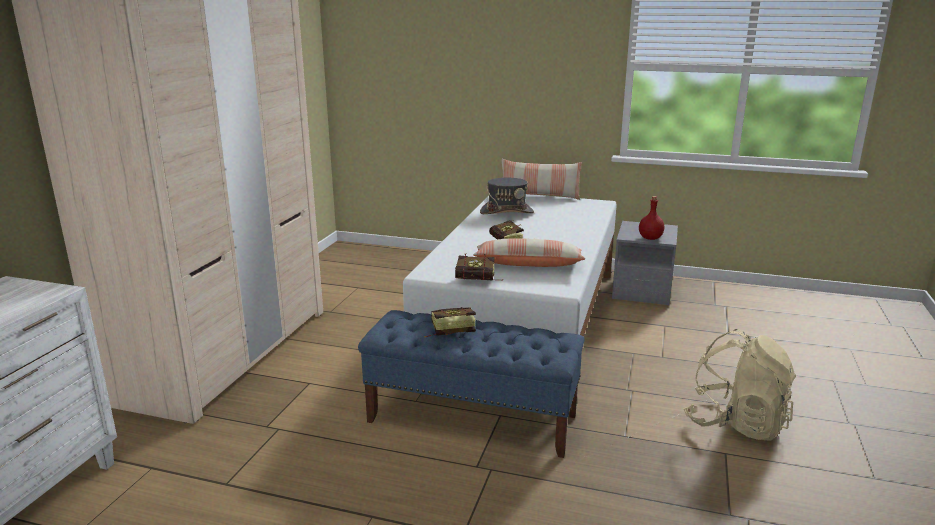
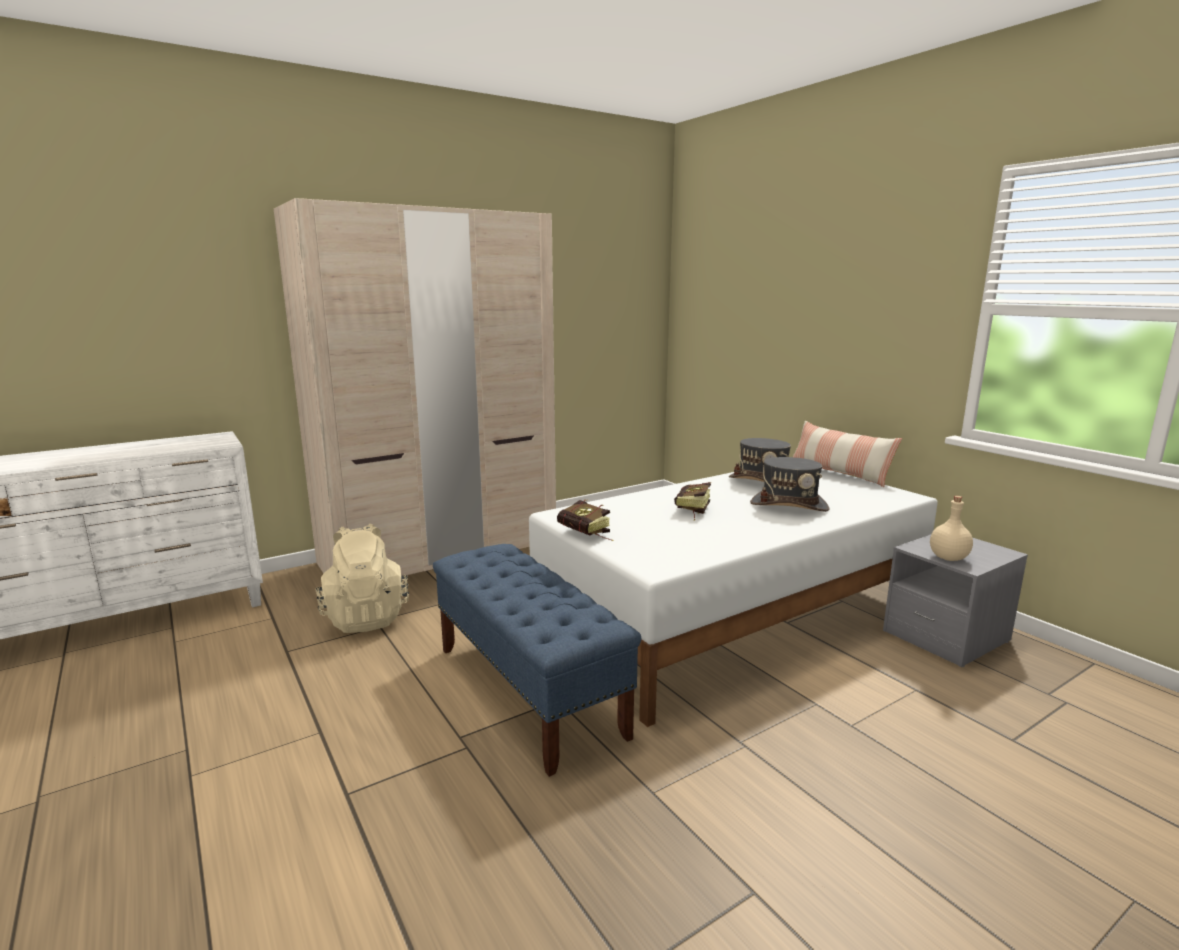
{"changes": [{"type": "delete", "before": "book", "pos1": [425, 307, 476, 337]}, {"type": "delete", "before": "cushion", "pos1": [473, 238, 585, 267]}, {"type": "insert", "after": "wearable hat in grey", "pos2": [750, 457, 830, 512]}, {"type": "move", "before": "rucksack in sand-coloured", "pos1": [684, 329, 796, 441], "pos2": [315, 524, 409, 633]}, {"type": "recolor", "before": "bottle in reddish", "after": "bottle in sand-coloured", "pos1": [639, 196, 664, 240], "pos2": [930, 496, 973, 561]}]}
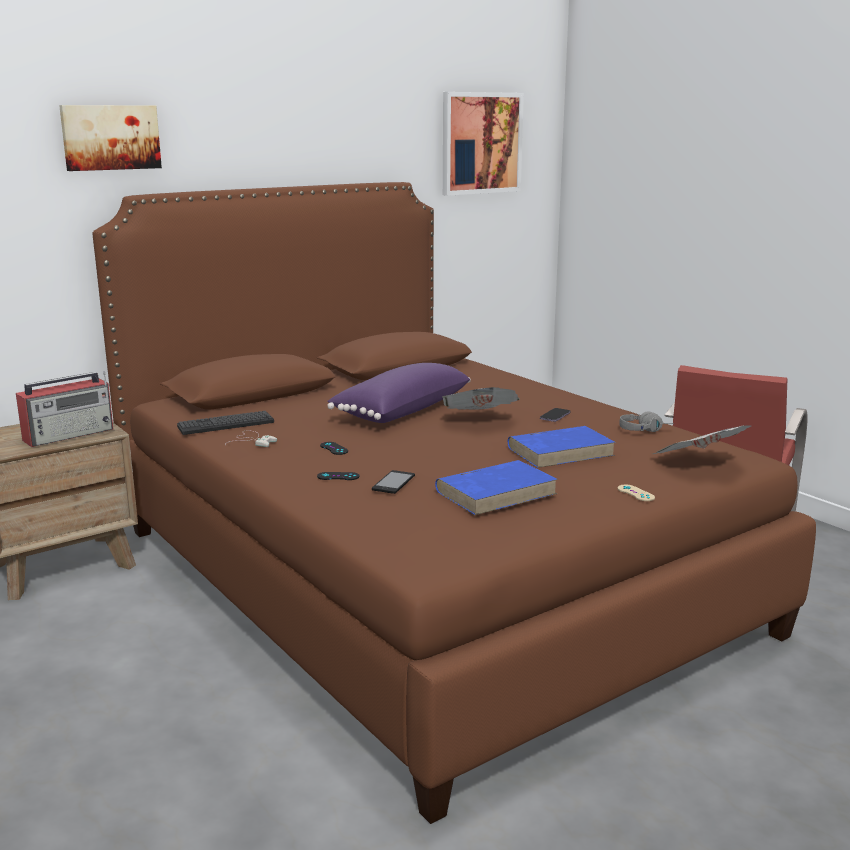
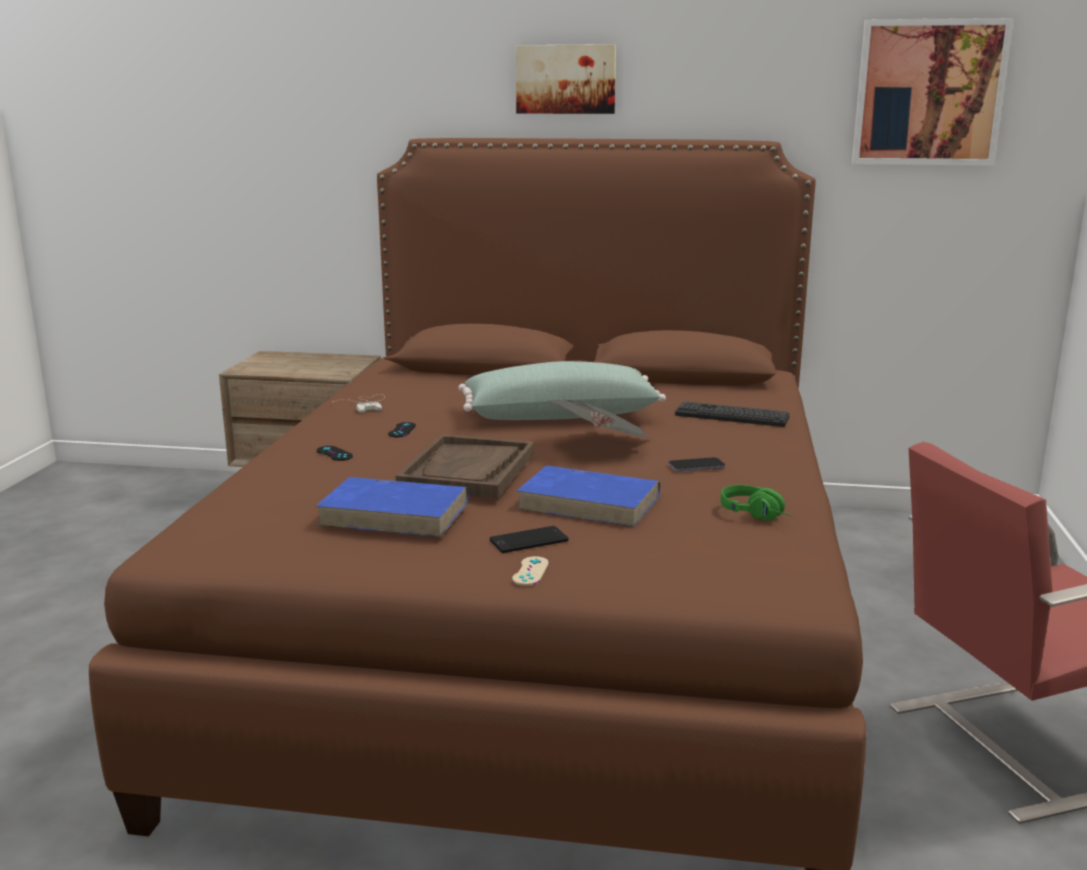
{"changes": [{"type": "delete", "before": "radio receiver", "pos1": [16, 371, 113, 447]}, {"type": "delete", "before": "newspaper", "pos1": [653, 425, 751, 454]}, {"type": "insert", "after": "serving tray in brownish", "pos2": [396, 434, 534, 498]}, {"type": "move", "before": "wall picture", "pos1": [59, 105, 162, 171], "pos2": [516, 44, 616, 114]}, {"type": "move", "before": "keyboard", "pos1": [177, 411, 274, 435], "pos2": [675, 401, 790, 427]}, {"type": "move", "before": "phone", "pos1": [372, 470, 415, 494], "pos2": [490, 526, 569, 553]}, {"type": "recolor", "before": "cushion in purplish", "after": "cushion in greenish", "pos1": [327, 363, 471, 423], "pos2": [458, 361, 666, 420]}, {"type": "recolor", "before": "headset in grey", "after": "headset in greenish", "pos1": [619, 412, 674, 432], "pos2": [721, 485, 792, 521]}]}
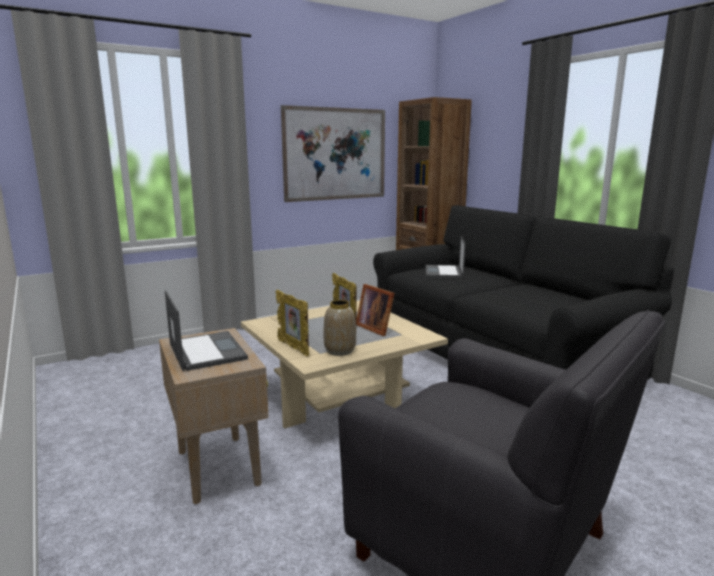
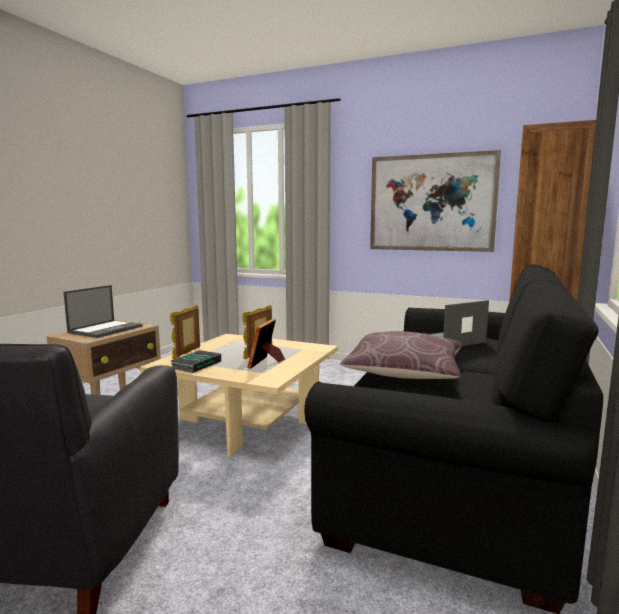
{"changes": [{"type": "insert", "after": "cushion in brownish", "pos2": [340, 331, 462, 379]}, {"type": "replace", "before": "vase", "after": "book", "pos1": [323, 300, 356, 356], "pos2": [171, 350, 221, 373]}]}
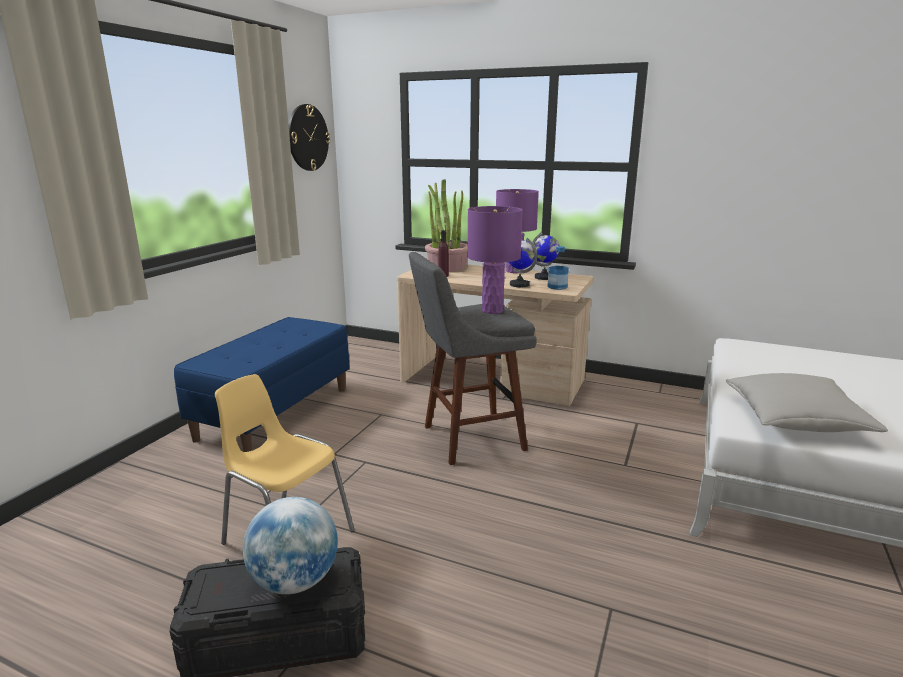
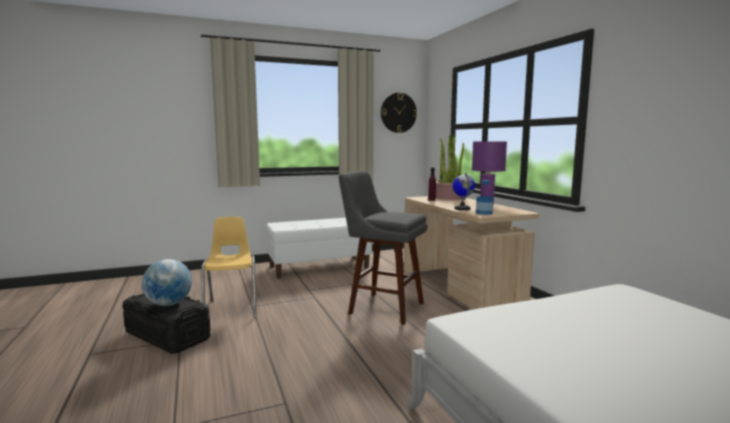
{"changes": [{"type": "delete", "before": "lamp for a table in purplish", "pos1": [467, 206, 523, 314]}, {"type": "delete", "before": "world globe", "pos1": [533, 232, 559, 280]}, {"type": "delete", "before": "cushion in grey", "pos1": [726, 373, 888, 432]}, {"type": "recolor", "before": "bench in blue", "after": "bench in white-coloured", "pos1": [174, 317, 350, 452], "pos2": [266, 217, 372, 279]}]}
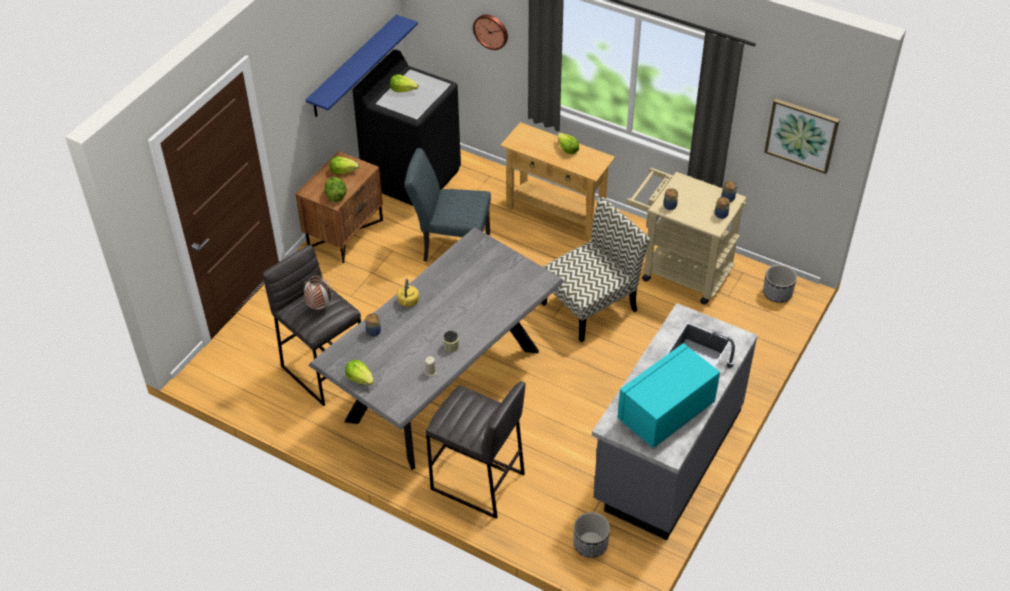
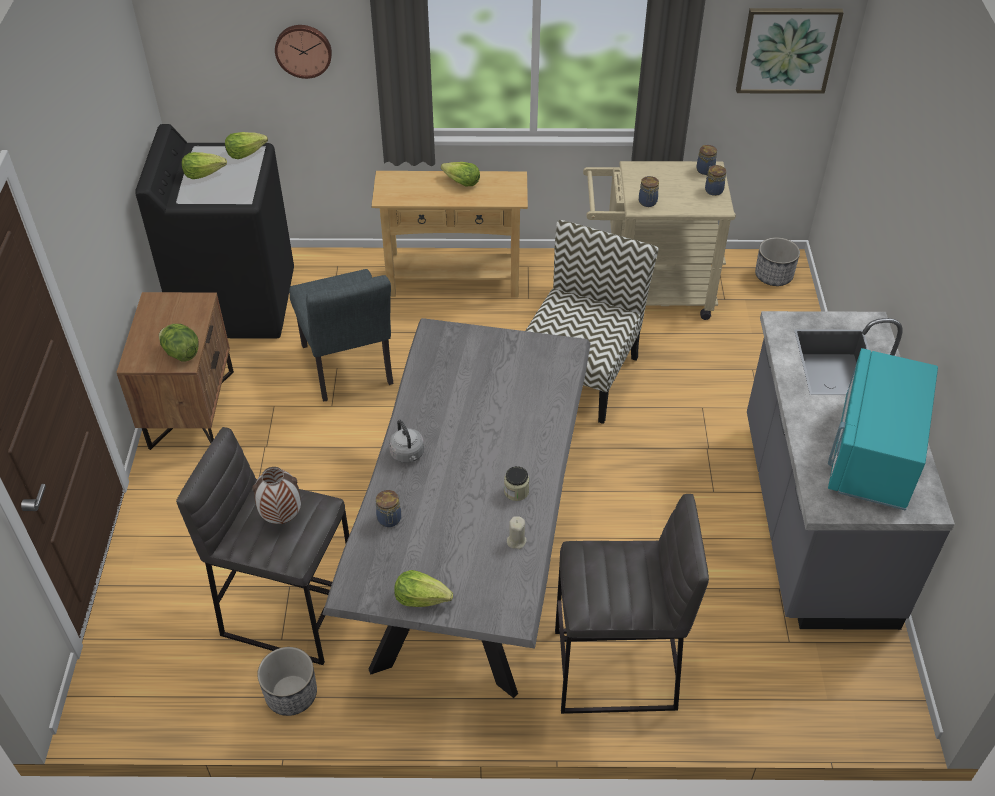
{"changes": [{"type": "delete", "before": "shelf in blue", "pos1": [306, 15, 418, 117]}, {"type": "move", "before": "head of lettuce", "pos1": [330, 156, 359, 174], "pos2": [225, 132, 268, 159]}, {"type": "move", "before": "flower pot", "pos1": [574, 512, 610, 558], "pos2": [257, 647, 317, 716]}, {"type": "recolor", "before": "water kettle in yellowish", "after": "water kettle in grey", "pos1": [397, 279, 419, 307], "pos2": [389, 420, 424, 463]}, {"type": "rotate", "before": "chair in grey", "pos1": [404, 148, 491, 261], "pos2": [289, 269, 393, 401], "turn": -90}]}
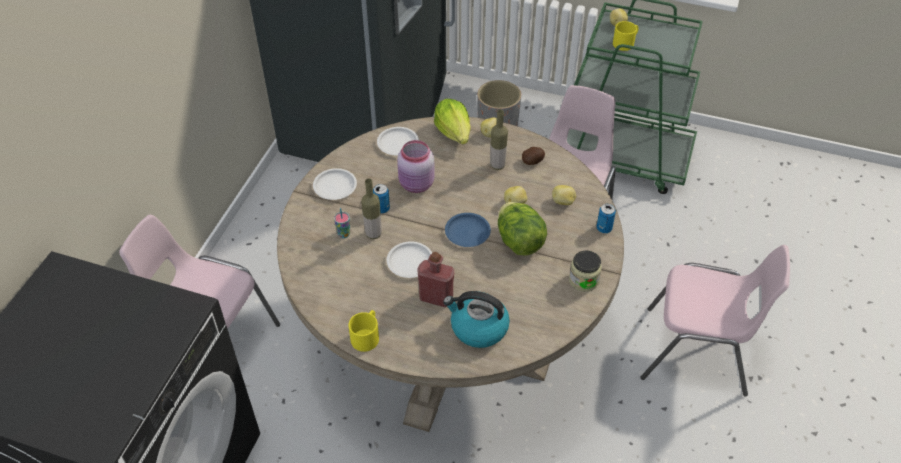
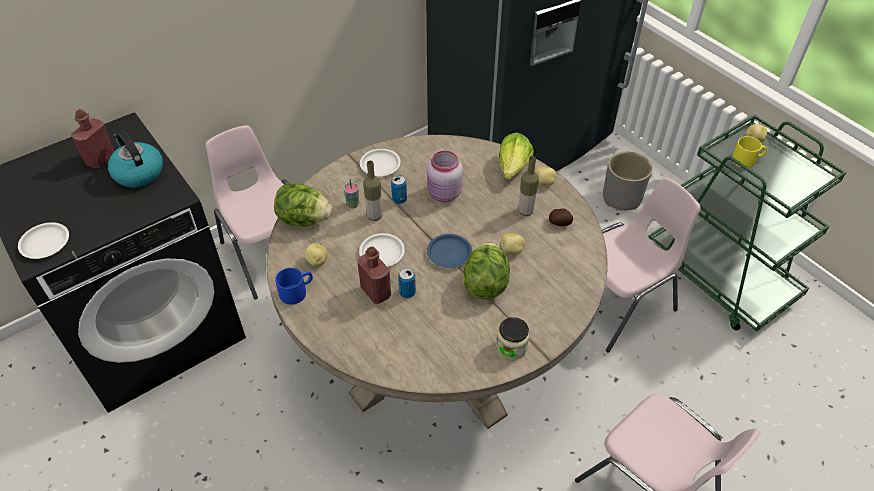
{"changes": [{"type": "insert", "after": "bottle in reddish", "pos2": [71, 109, 114, 168]}, {"type": "insert", "after": "head of lettuce", "pos2": [274, 183, 332, 227]}, {"type": "move", "before": "flat dish in white-coloured", "pos1": [377, 127, 419, 156], "pos2": [18, 222, 69, 259]}, {"type": "move", "before": "water kettle", "pos1": [443, 291, 510, 348], "pos2": [108, 131, 163, 187]}, {"type": "move", "before": "spud", "pos1": [552, 185, 576, 205], "pos2": [304, 243, 328, 266]}, {"type": "move", "before": "metal can", "pos1": [596, 204, 616, 233], "pos2": [398, 268, 416, 298]}, {"type": "recolor", "before": "coffee mug in yellowish", "after": "coffee mug in blue", "pos1": [348, 310, 379, 352], "pos2": [275, 268, 313, 305]}]}
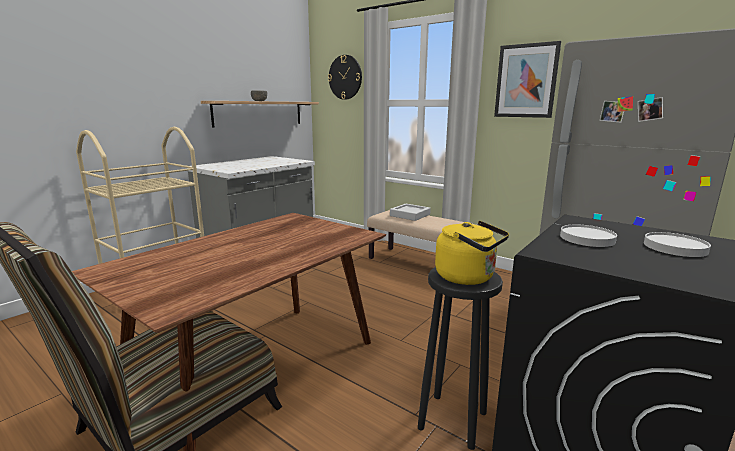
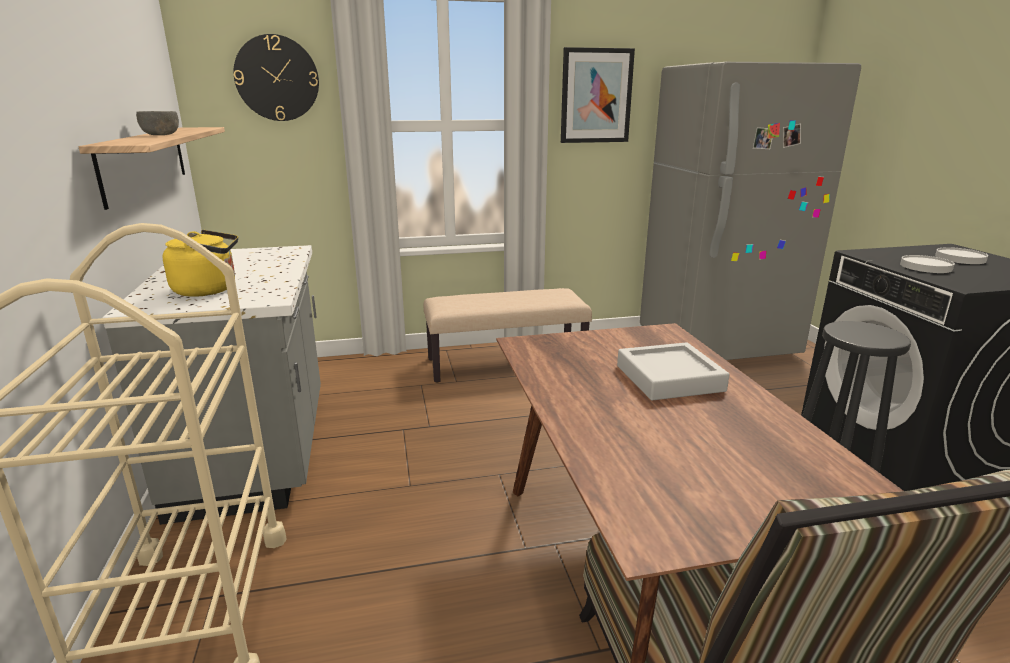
{"changes": [{"type": "move", "before": "serving tray in grey", "pos1": [390, 204, 431, 221], "pos2": [617, 342, 730, 400]}, {"type": "move", "before": "water kettle in yellowish", "pos1": [435, 220, 509, 285], "pos2": [163, 230, 238, 297]}]}
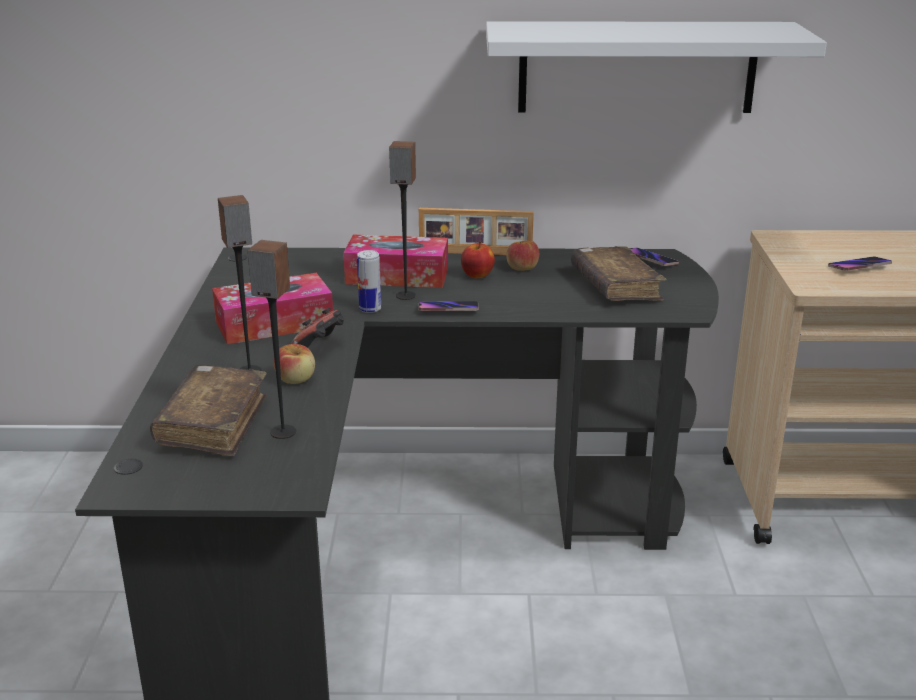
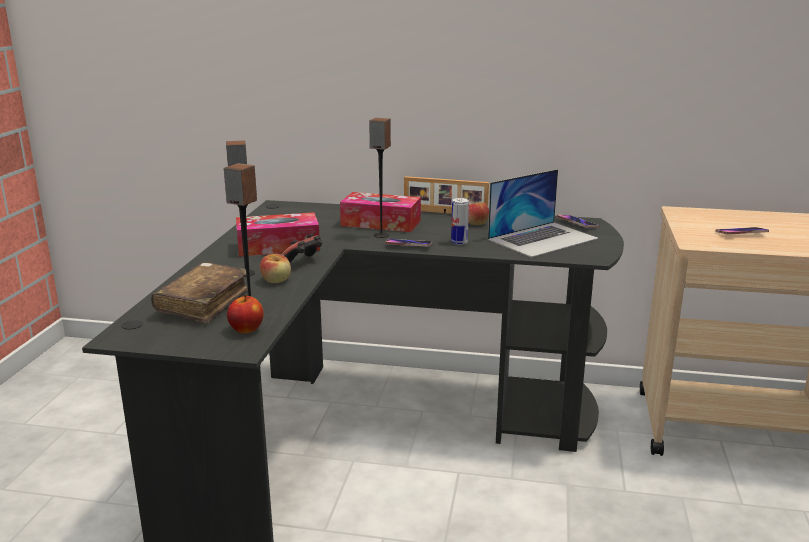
{"changes": [{"type": "delete", "before": "shelf in white-coloured", "pos1": [486, 21, 827, 113]}, {"type": "move", "before": "metal can", "pos1": [357, 250, 381, 313], "pos2": [451, 198, 469, 245]}, {"type": "move", "before": "apple fruit", "pos1": [461, 241, 495, 279], "pos2": [227, 295, 264, 334]}, {"type": "replace", "before": "book in brownish", "after": "laptop", "pos1": [571, 246, 667, 301], "pos2": [488, 169, 599, 258]}]}
